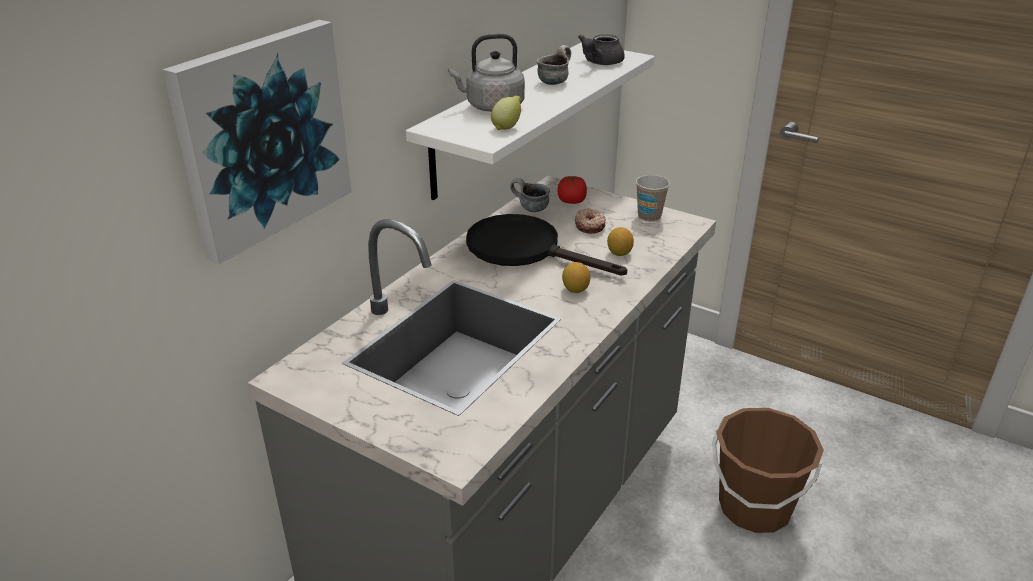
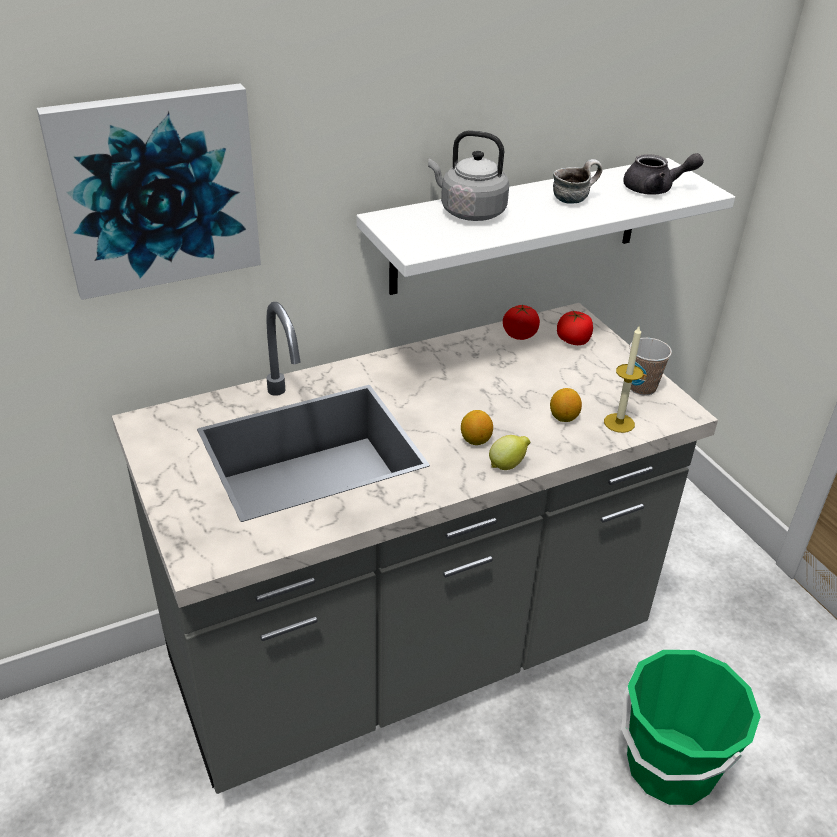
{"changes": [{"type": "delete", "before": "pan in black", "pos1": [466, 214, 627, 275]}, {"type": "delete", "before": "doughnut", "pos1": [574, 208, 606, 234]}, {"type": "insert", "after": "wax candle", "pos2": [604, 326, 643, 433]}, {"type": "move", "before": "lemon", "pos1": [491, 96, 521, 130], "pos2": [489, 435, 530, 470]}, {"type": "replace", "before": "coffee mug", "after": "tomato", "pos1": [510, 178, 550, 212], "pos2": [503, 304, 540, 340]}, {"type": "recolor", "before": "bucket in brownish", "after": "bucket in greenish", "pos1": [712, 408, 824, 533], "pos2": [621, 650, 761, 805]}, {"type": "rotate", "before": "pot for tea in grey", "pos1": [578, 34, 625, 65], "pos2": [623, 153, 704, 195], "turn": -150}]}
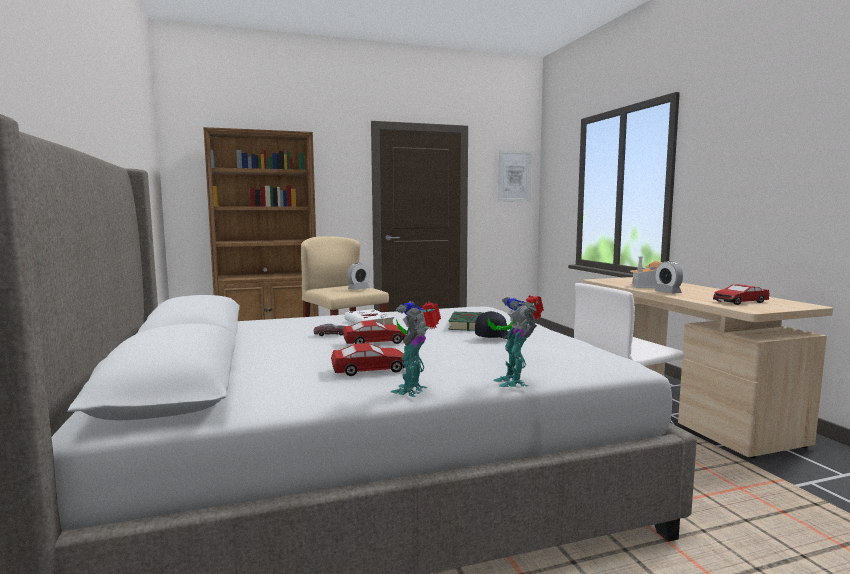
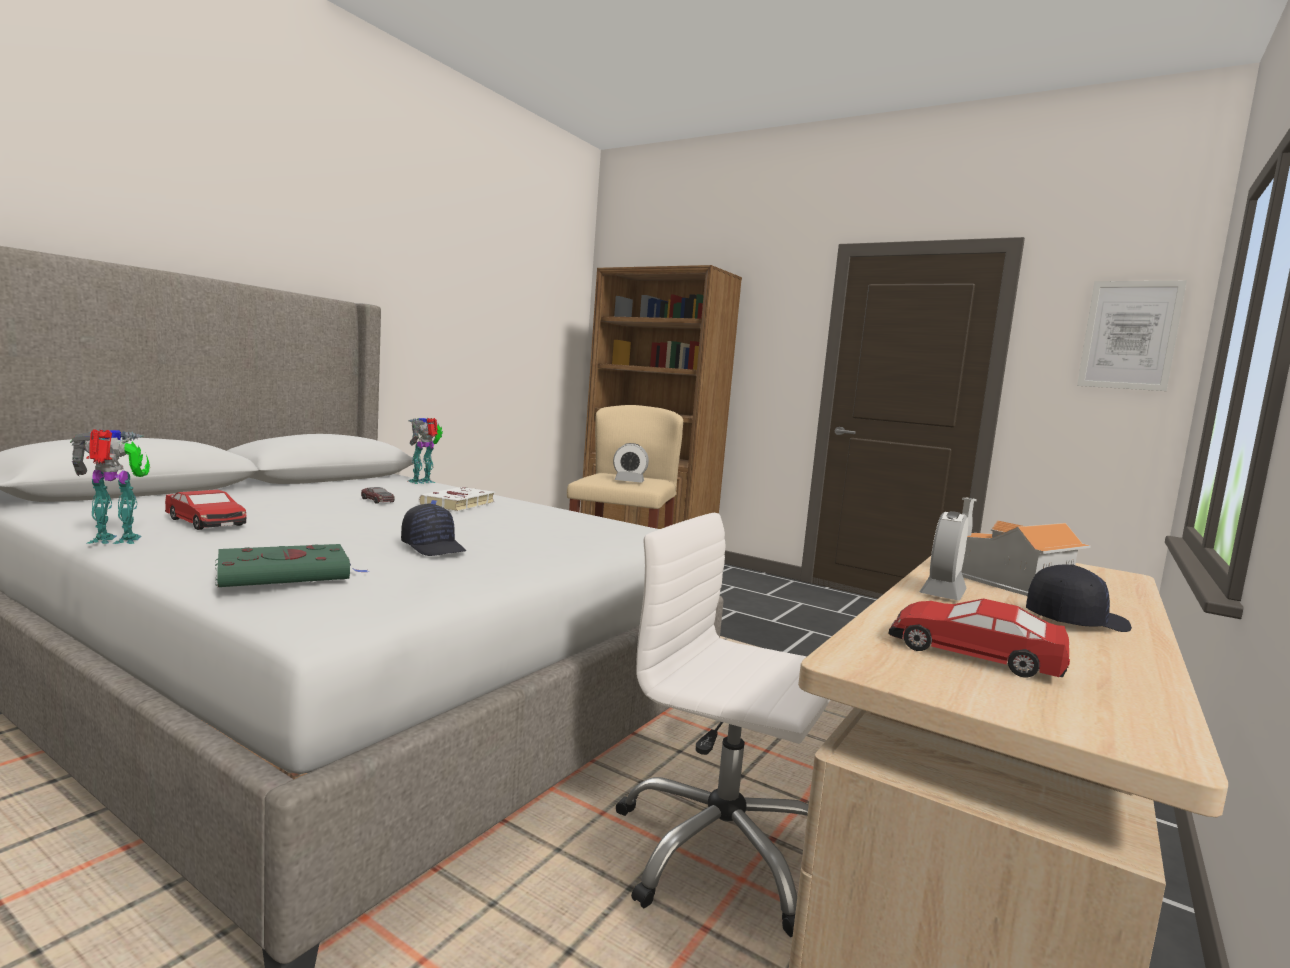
{"changes": [{"type": "delete", "before": "model car", "pos1": [343, 320, 406, 344]}, {"type": "insert", "after": "baseball cap in black", "pos2": [1026, 564, 1132, 632]}, {"type": "move", "before": "book in greenish", "pos1": [448, 312, 484, 331], "pos2": [215, 544, 368, 587]}, {"type": "move", "before": "toy robot", "pos1": [488, 295, 544, 387], "pos2": [408, 418, 443, 484]}]}
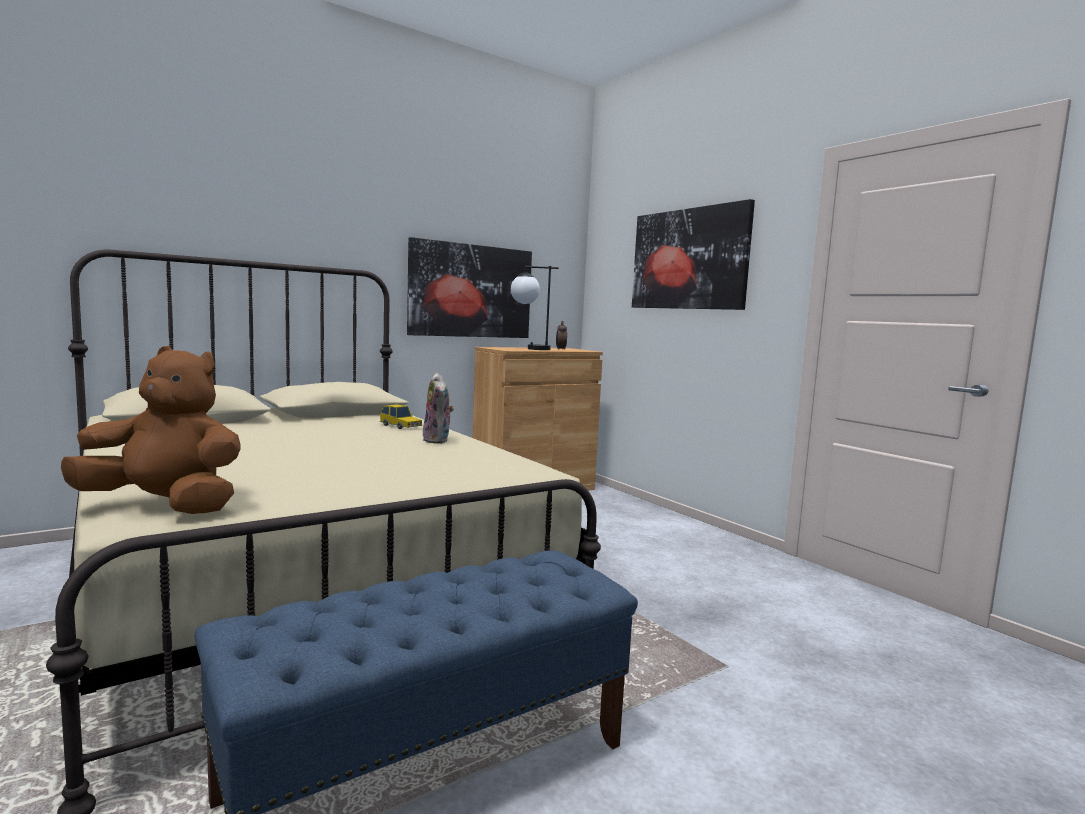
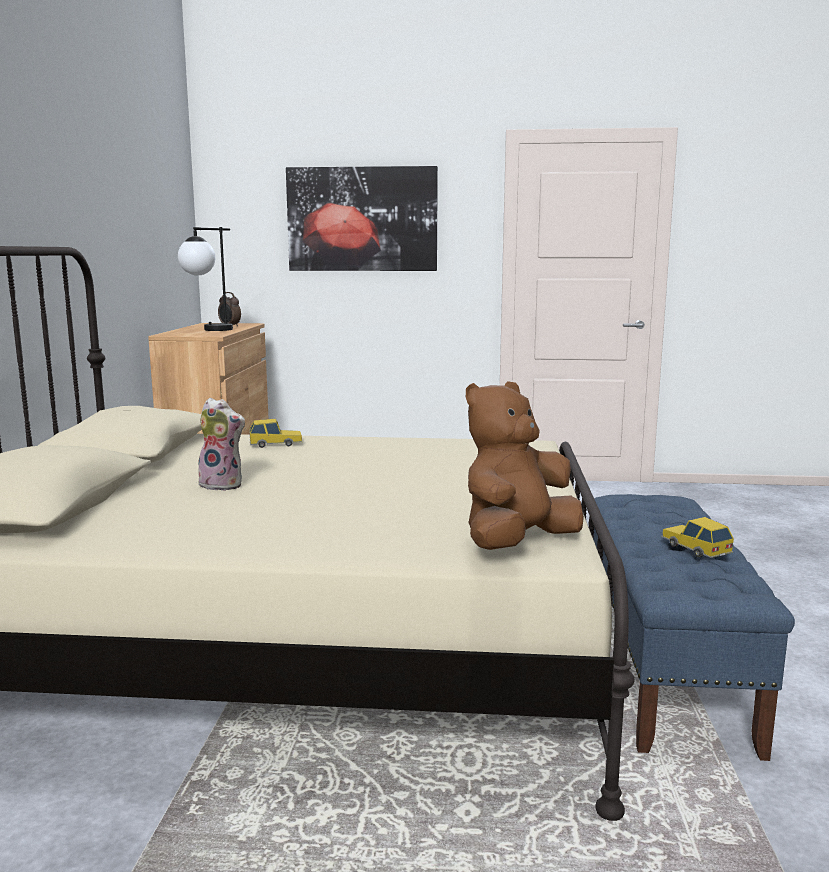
{"changes": [{"type": "delete", "before": "wall picture", "pos1": [407, 237, 532, 338]}, {"type": "insert", "after": "model car", "pos2": [661, 517, 734, 558]}, {"type": "move", "before": "cuddly toy", "pos1": [423, 373, 454, 444], "pos2": [193, 398, 245, 491]}]}
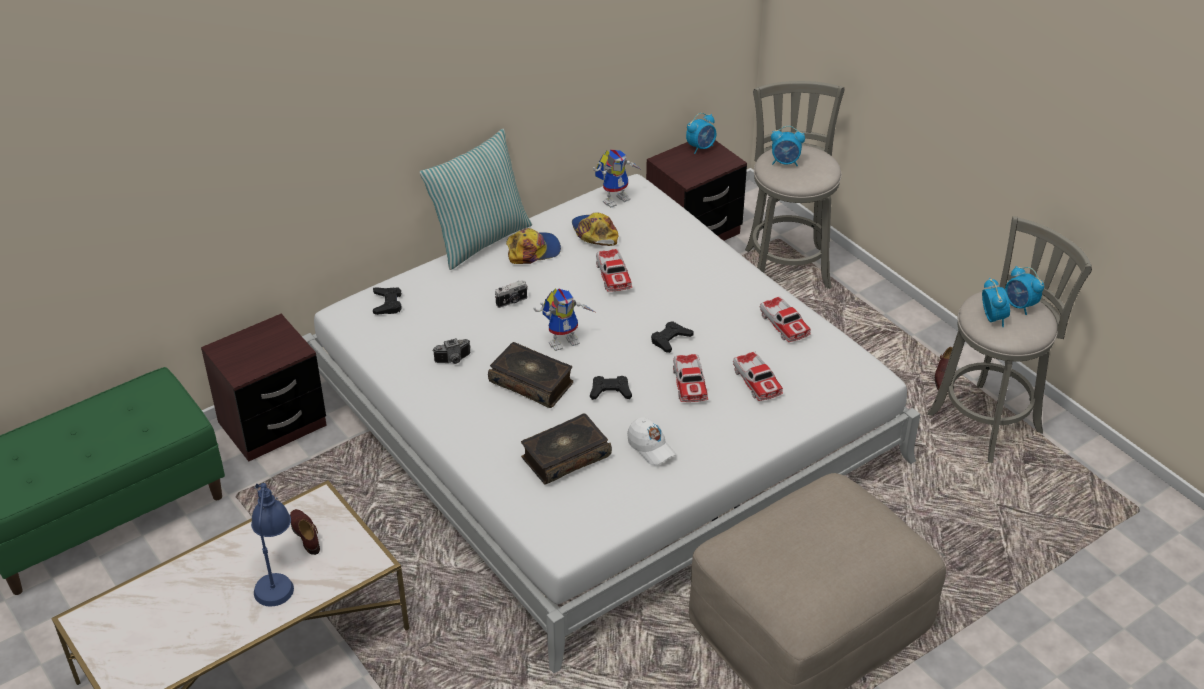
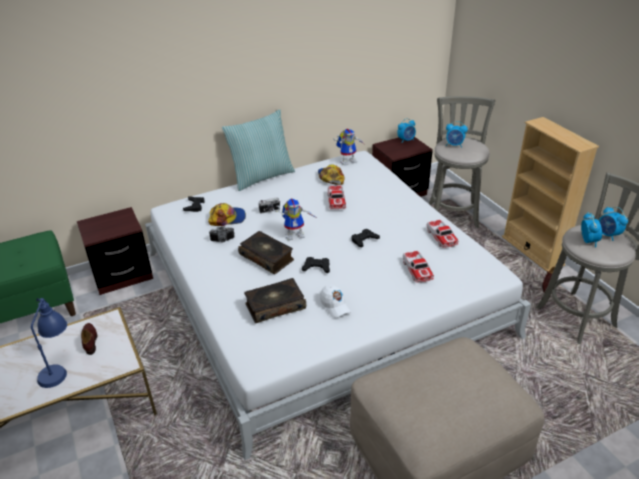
{"changes": [{"type": "delete", "before": "model car", "pos1": [673, 354, 708, 402]}, {"type": "insert", "after": "bookcase in sand-coloured", "pos2": [502, 117, 599, 272]}, {"type": "move", "before": "baseball cap", "pos1": [506, 228, 561, 264], "pos2": [208, 203, 246, 226]}]}
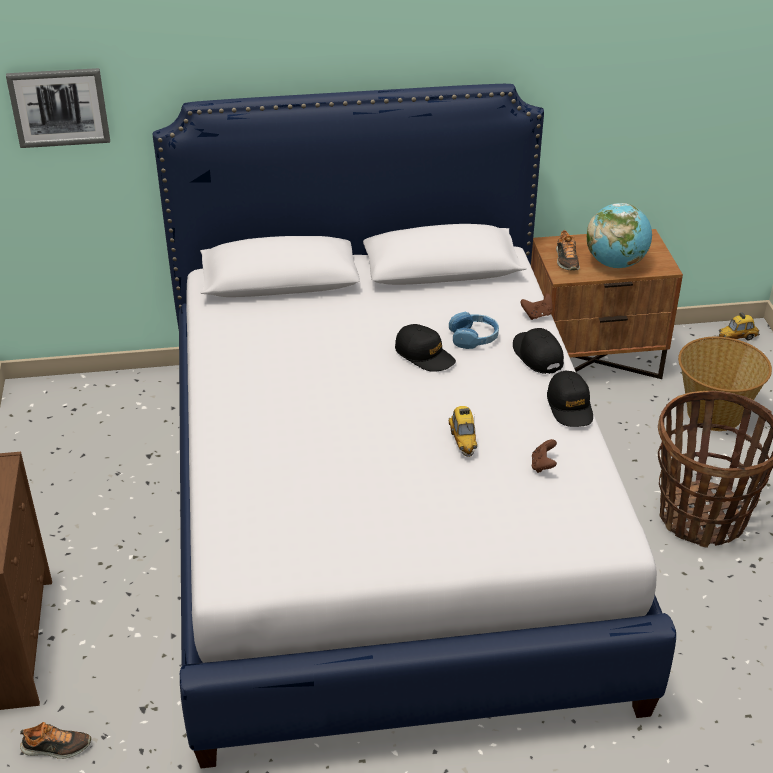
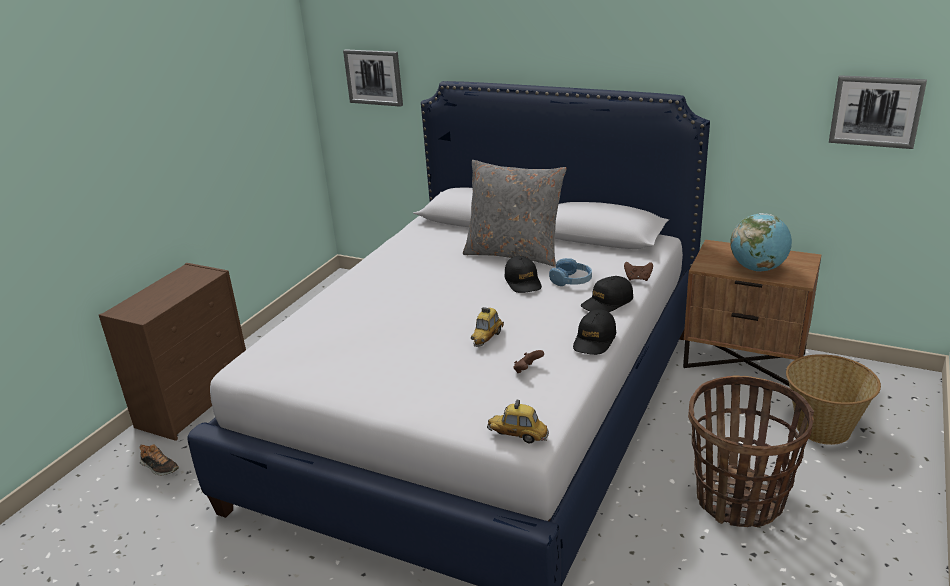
{"changes": [{"type": "delete", "before": "low shoe", "pos1": [556, 230, 580, 271]}, {"type": "insert", "after": "cushion in grey", "pos2": [463, 160, 567, 267]}, {"type": "insert", "after": "wall picture", "pos2": [829, 75, 927, 149]}, {"type": "move", "before": "model car", "pos1": [717, 312, 760, 340], "pos2": [487, 400, 549, 443]}, {"type": "rotate", "before": "baseball cap in black", "pos1": [513, 328, 564, 374], "pos2": [581, 276, 633, 312], "turn": -135}]}
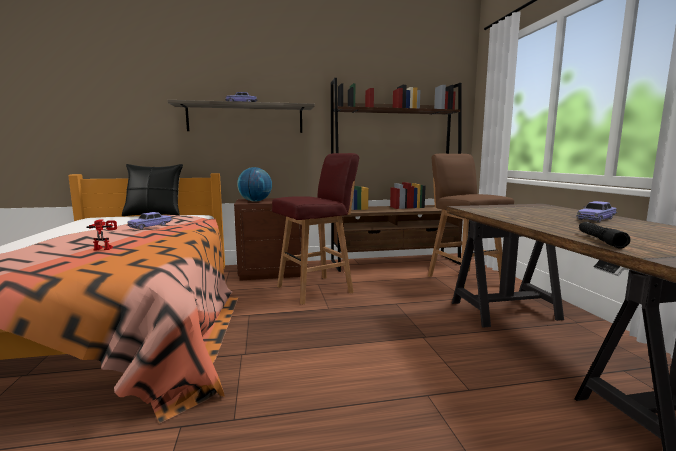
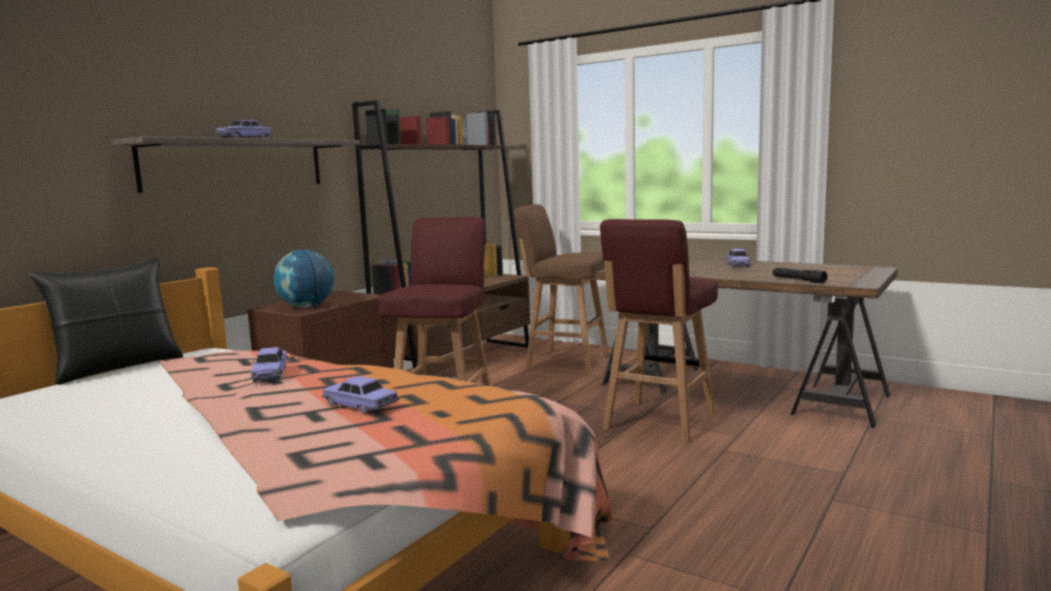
{"changes": [{"type": "insert", "after": "stool seat in reddish", "pos2": [600, 219, 718, 444]}, {"type": "replace", "before": "toy robot", "after": "model car", "pos1": [86, 219, 117, 251], "pos2": [322, 376, 400, 414]}]}
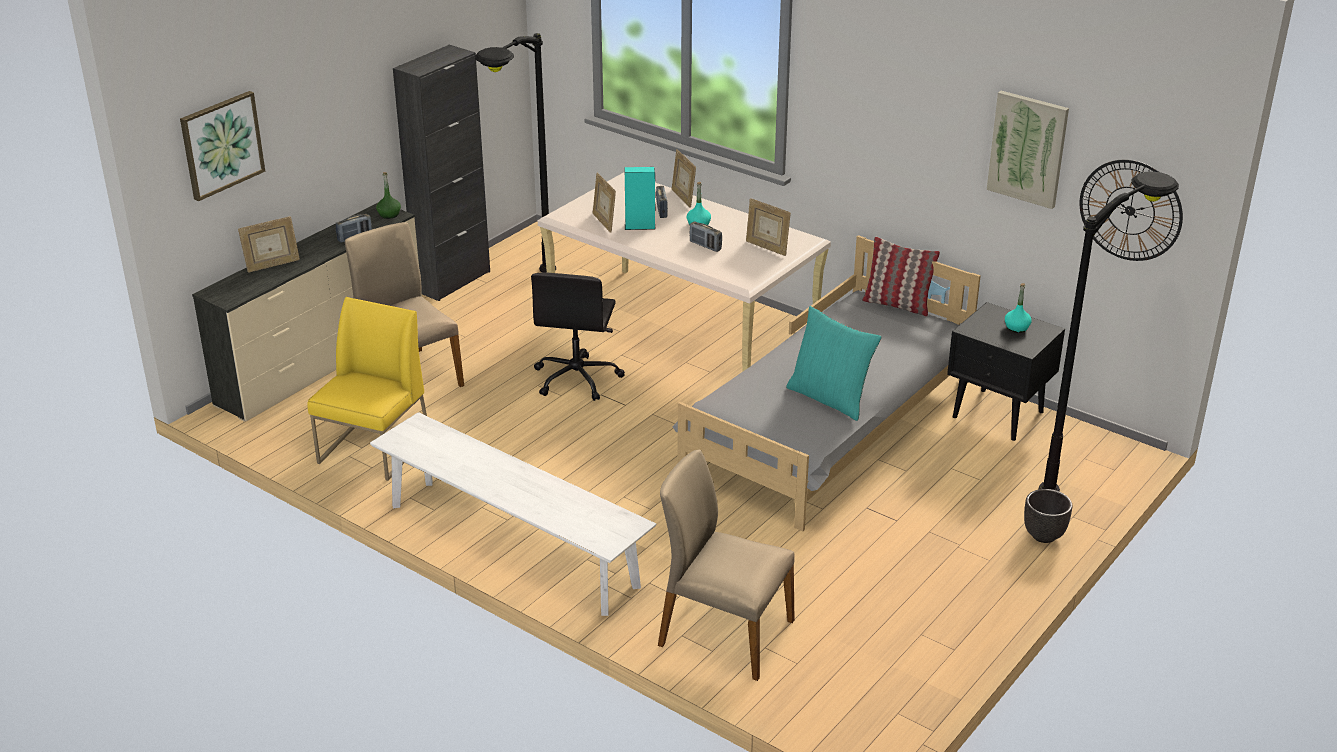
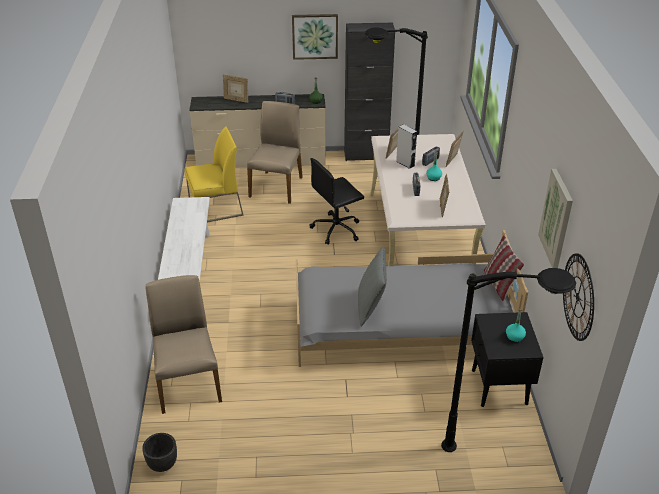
{"changes": [{"type": "move", "before": "wall picture", "pos1": [180, 91, 265, 201], "pos2": [292, 14, 338, 60]}, {"type": "move", "before": "flower pot in black", "pos1": [1024, 489, 1072, 543], "pos2": [142, 433, 177, 472]}, {"type": "recolor", "before": "speaker in blue-green", "after": "speaker in grey", "pos1": [625, 167, 656, 230], "pos2": [396, 124, 417, 169]}, {"type": "recolor", "before": "cushion in blue-green", "after": "cushion in grey", "pos1": [786, 306, 882, 421], "pos2": [358, 246, 387, 327]}]}
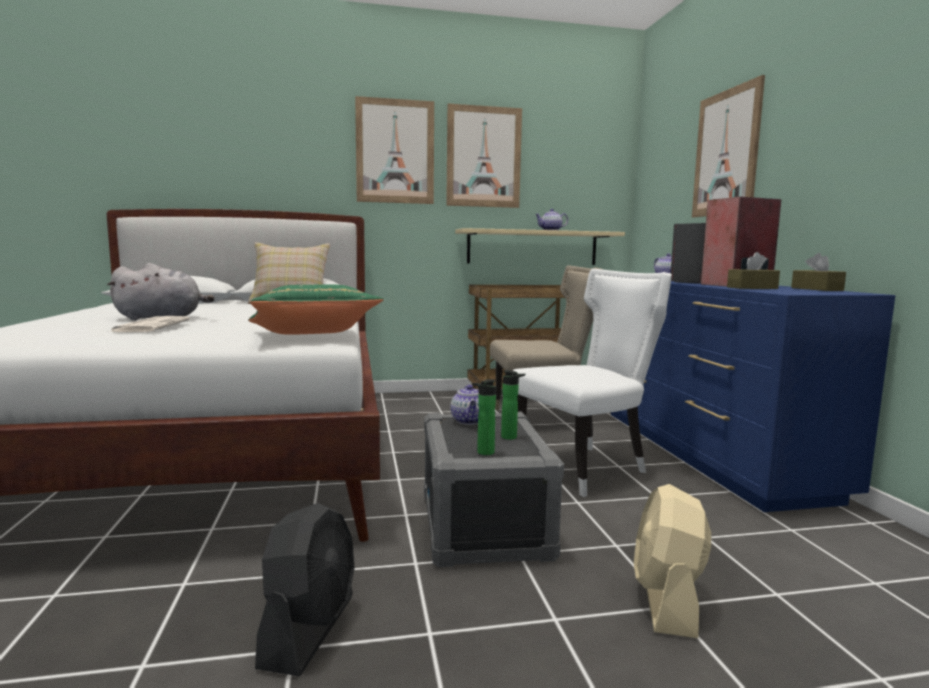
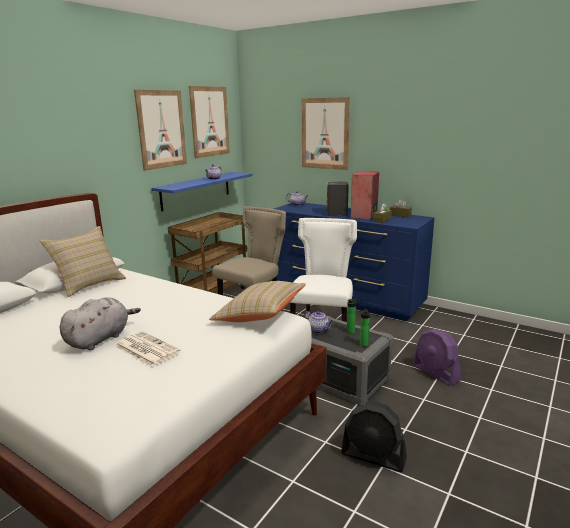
{"changes": [{"type": "move", "before": "wall picture", "pos1": [355, 96, 434, 204], "pos2": [189, 86, 230, 158]}, {"type": "recolor", "before": "cushion in greenish", "after": "cushion in sand-coloured", "pos1": [248, 284, 384, 335], "pos2": [209, 281, 306, 322]}, {"type": "recolor", "before": "shelf in sand-coloured", "after": "shelf in blue", "pos1": [455, 228, 625, 265], "pos2": [151, 172, 253, 211]}, {"type": "recolor", "before": "fan in sand-coloured", "after": "fan in purplish", "pos1": [634, 484, 711, 638], "pos2": [413, 329, 461, 386]}, {"type": "rotate", "before": "fan in black", "pos1": [255, 503, 355, 676], "pos2": [341, 401, 407, 472], "turn": 150}]}
